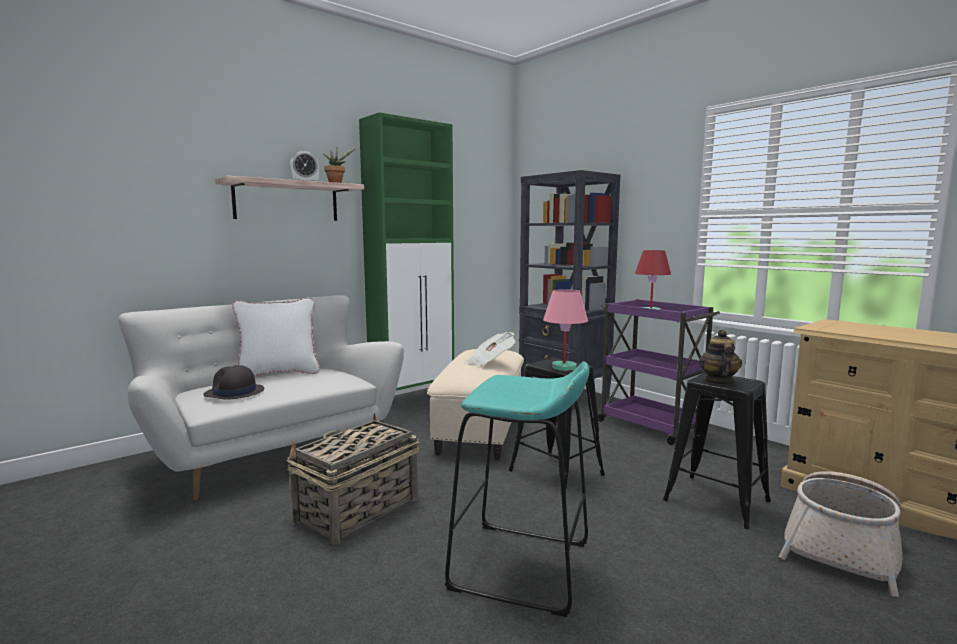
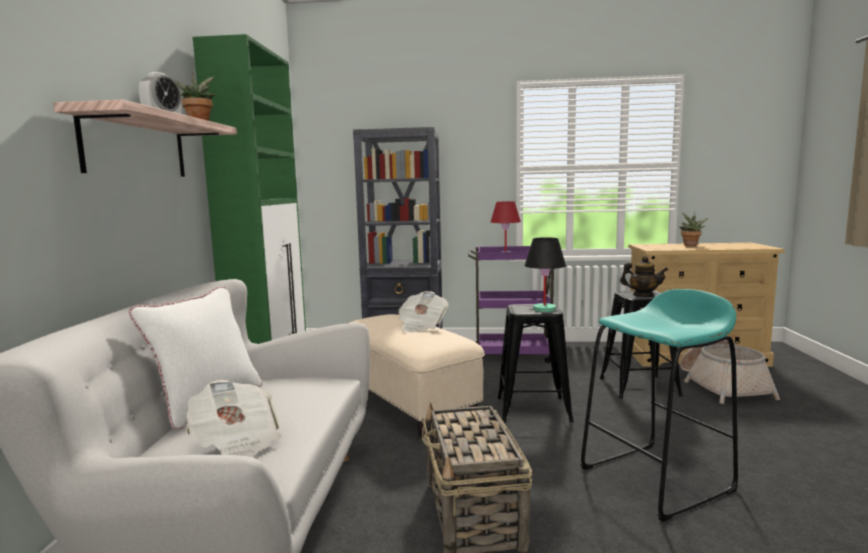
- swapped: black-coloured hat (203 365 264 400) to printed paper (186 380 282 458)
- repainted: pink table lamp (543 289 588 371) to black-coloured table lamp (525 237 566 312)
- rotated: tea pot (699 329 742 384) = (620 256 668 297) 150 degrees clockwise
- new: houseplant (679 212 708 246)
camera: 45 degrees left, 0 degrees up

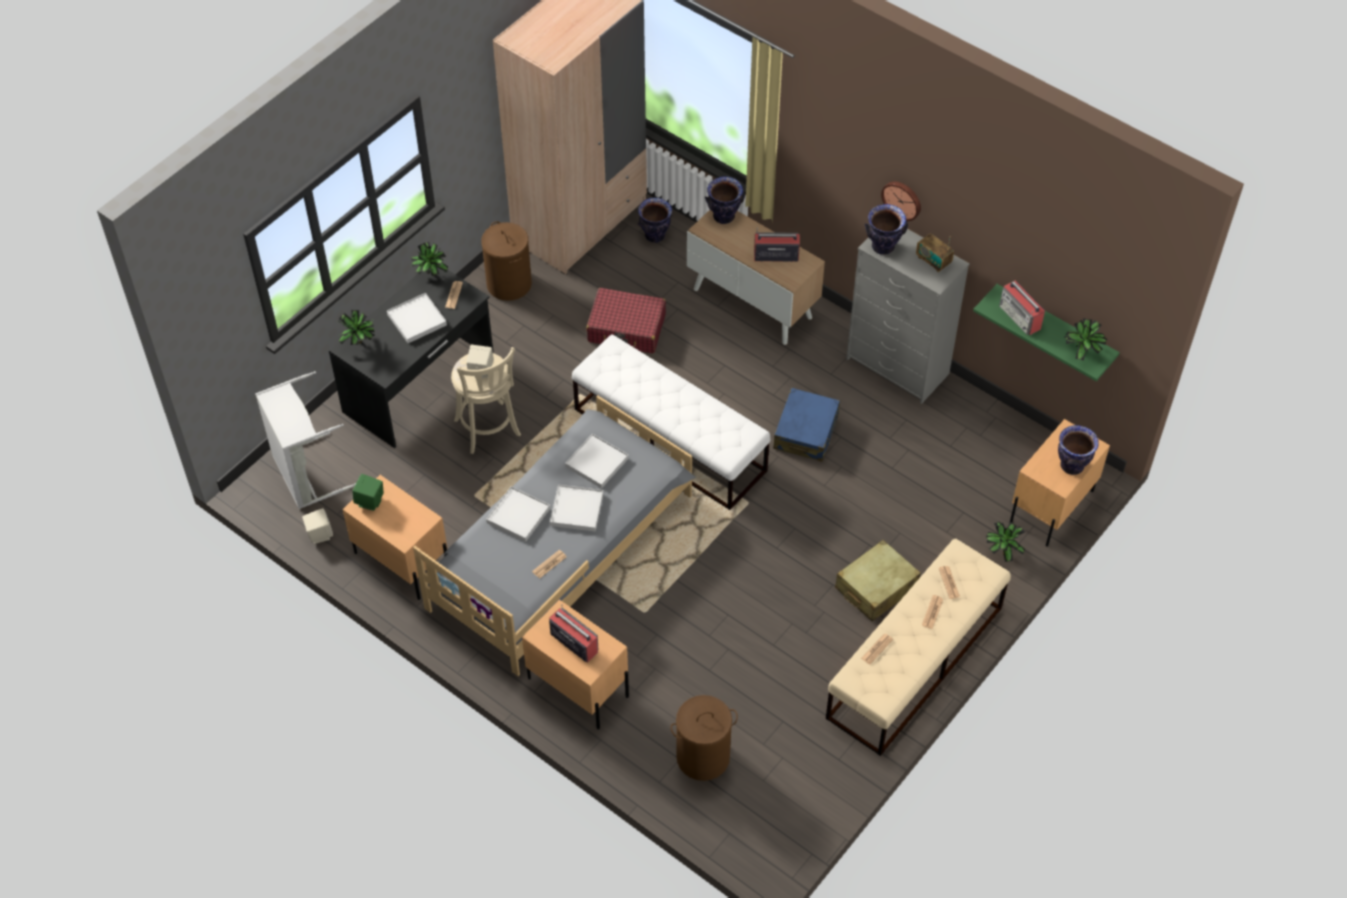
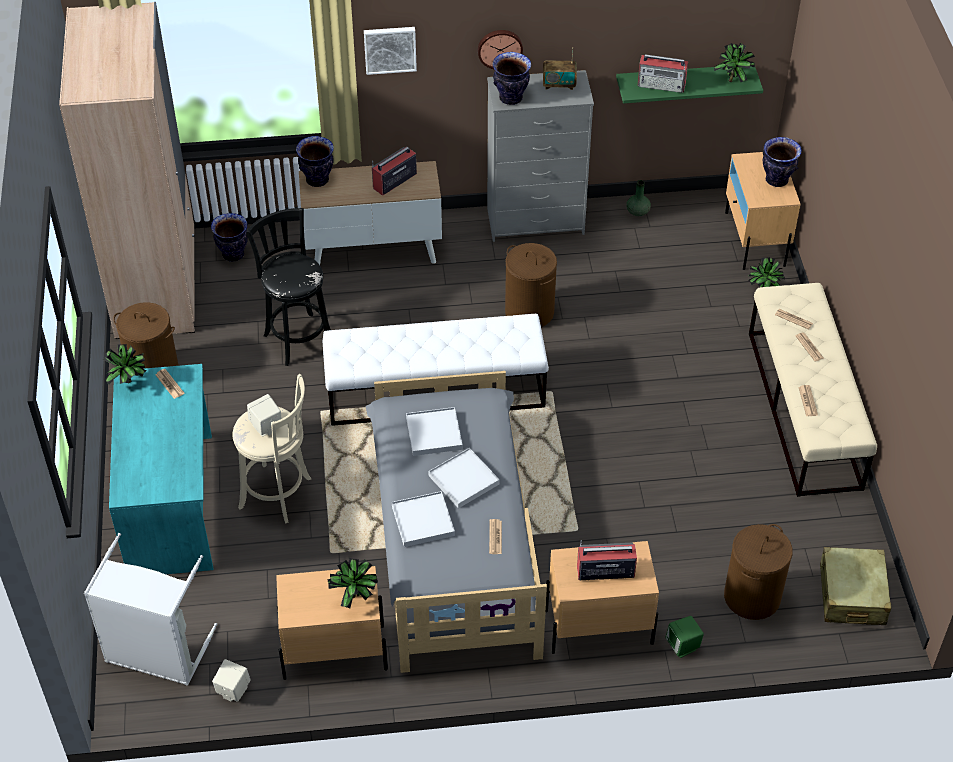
- repainted: black-coloured desk table (329 268 494 448) to turquoise desk table (109 364 213 574)
- shifted: houseplant (338 310 375 345) to (327 558 378 608)
- shifted: greenish speaker (352 474 384 511) to (666 616 704 658)
- gone: white serving tray (387 293 447 343)
- swapped: red-coloured suitcase (586 288 666 353) to black-coloured stool seat (246 208 331 366)
- swapped: bluish suitcase (773 388 840 462) to brown laundry basket (505 243 557 327)
- shifted: sand-coloured suitcase (835 540 921 622) to (820 547 891 625)
- new: picture (364 27 417 75)
- new: greenish decorative vase (626 180 651 216)
camera: 45 degrees left, 5 degrees down

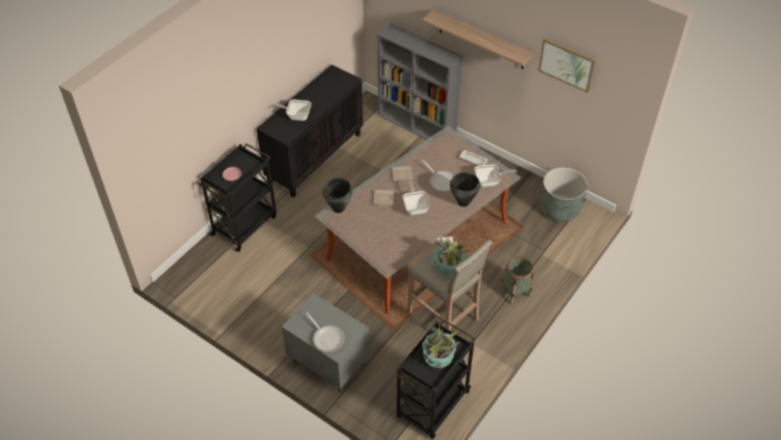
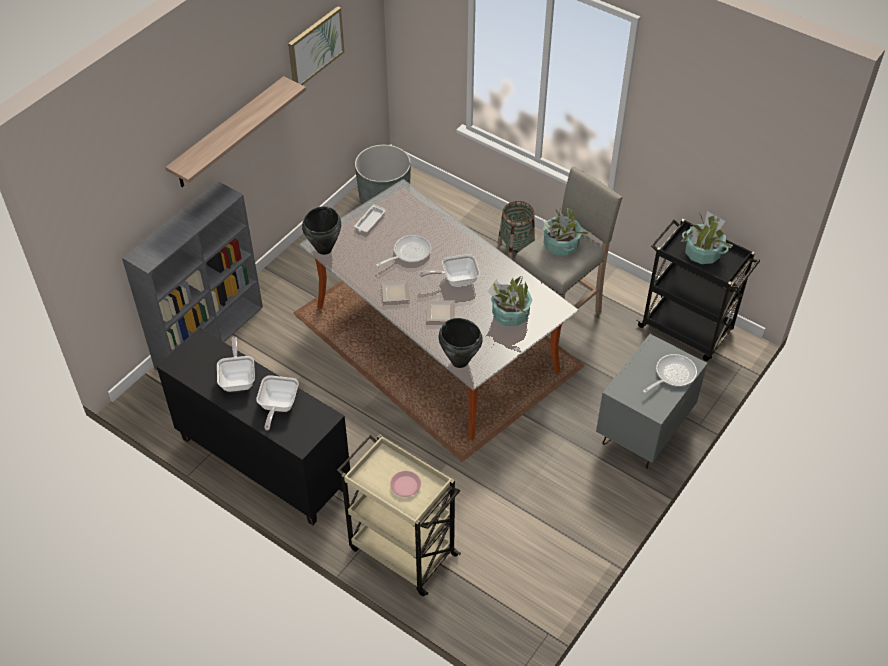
- repainted: black-coloured wheeled cart (198 143 277 252) to sand-coloured wheeled cart (337 434 461 596)
- shifted: black-coloured cooking pot (450 172 480 207) to (302 206 341 255)
- shifted: pan (474 164 517 187) to (217 337 255 392)
- new: houseplant (488 276 532 326)
camera: 90 degrees left, 0 degrees up

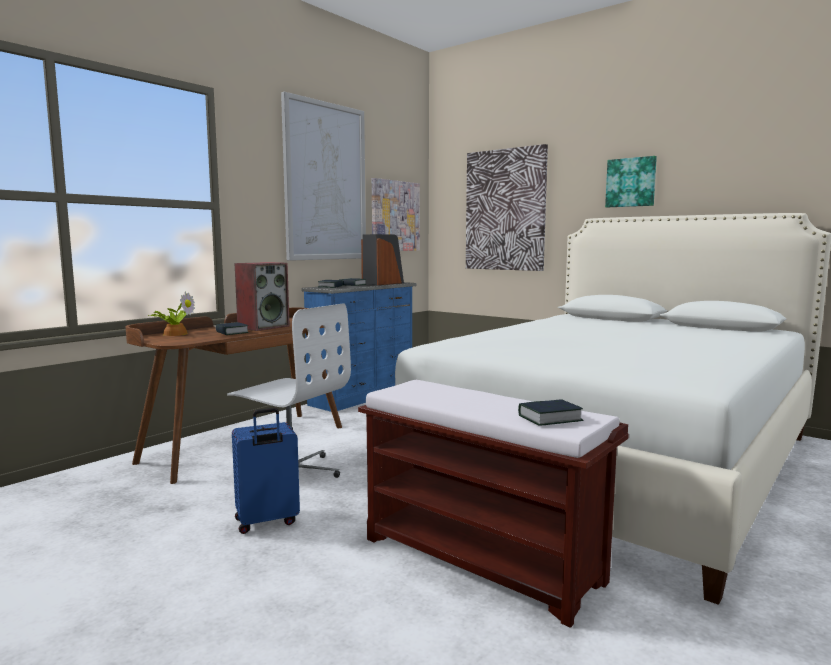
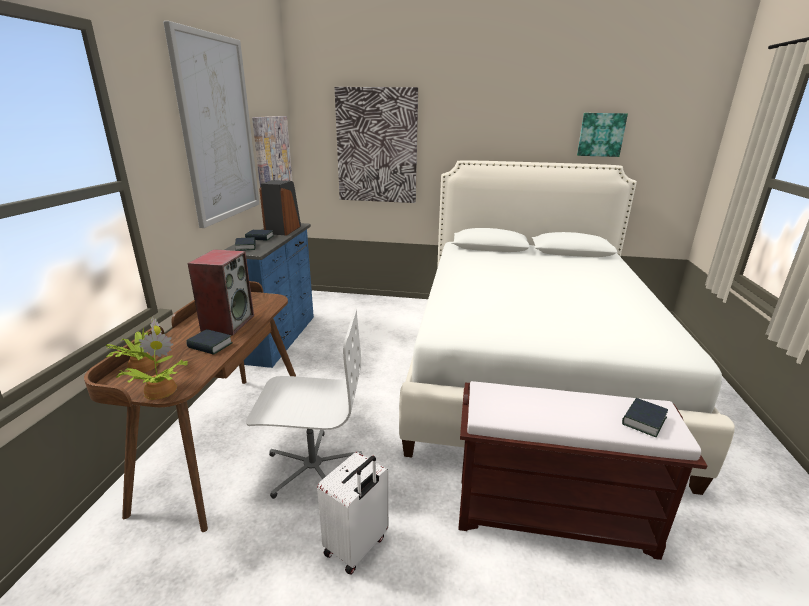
- repainted: bluish suitcase (232 408 300 534) to white suitcase (317 452 389 575)
- shifted: picture (605 156 657 207) to (577 113 628 157)
- new: houseplant (116 332 188 400)
camera: 30 degrees left, 15 degrees up

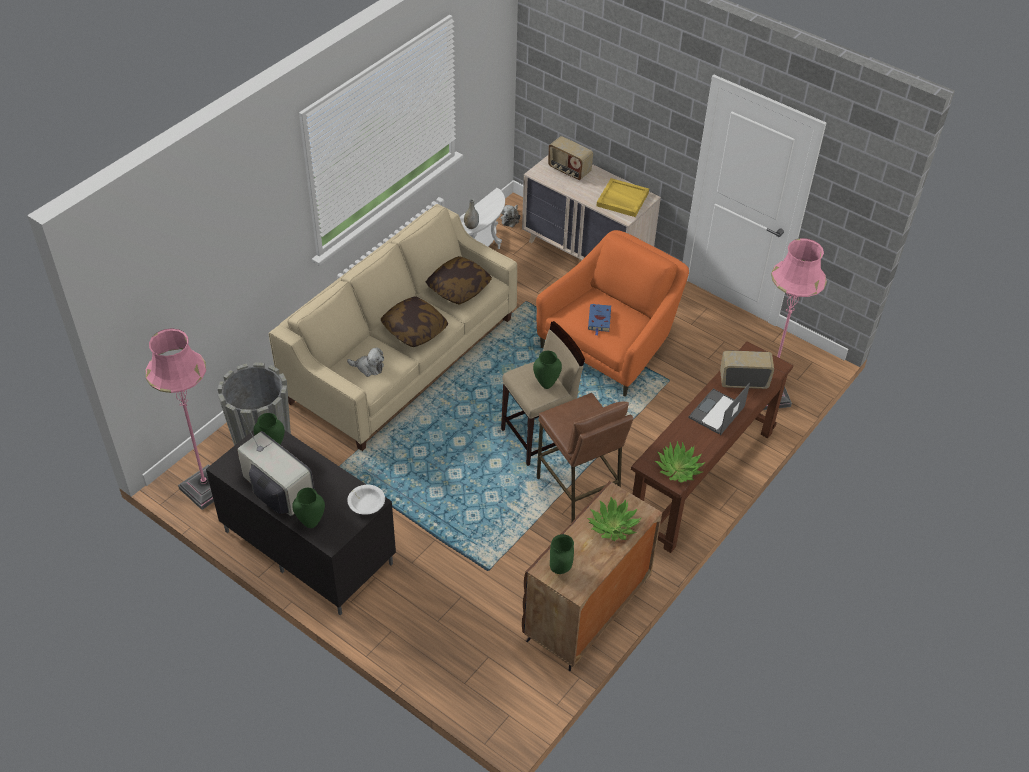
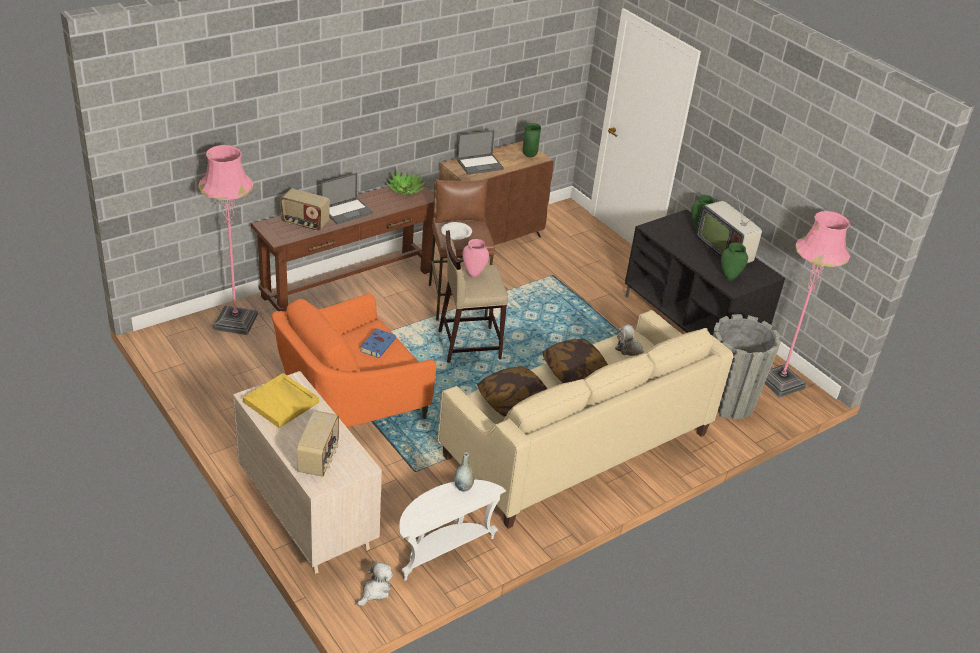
- shifted: white bowl (347 485 385 515) to (441 222 472 240)
- repainted: greenish decorative vase (533 351 562 389) to pink decorative vase (463 239 489 278)
- rotated: radio receiver (548 136 593 180) = (297 410 339 477) 45 degrees clockwise
- swapped: houseplant (587 497 641 541) to notebook computer (457 130 504 175)
camera: 165 degrees left, 10 degrees down

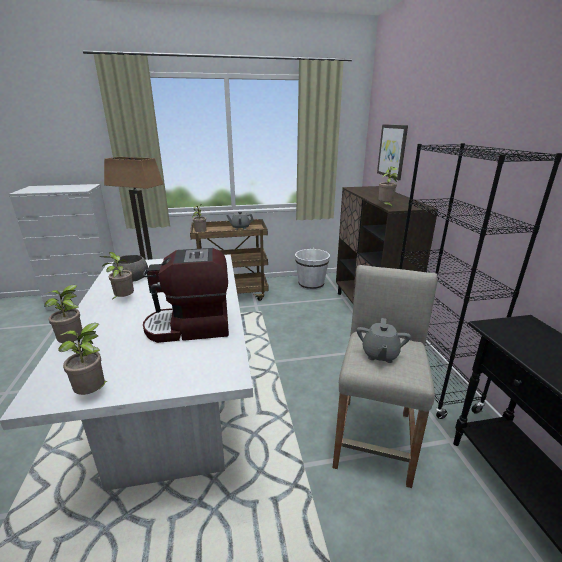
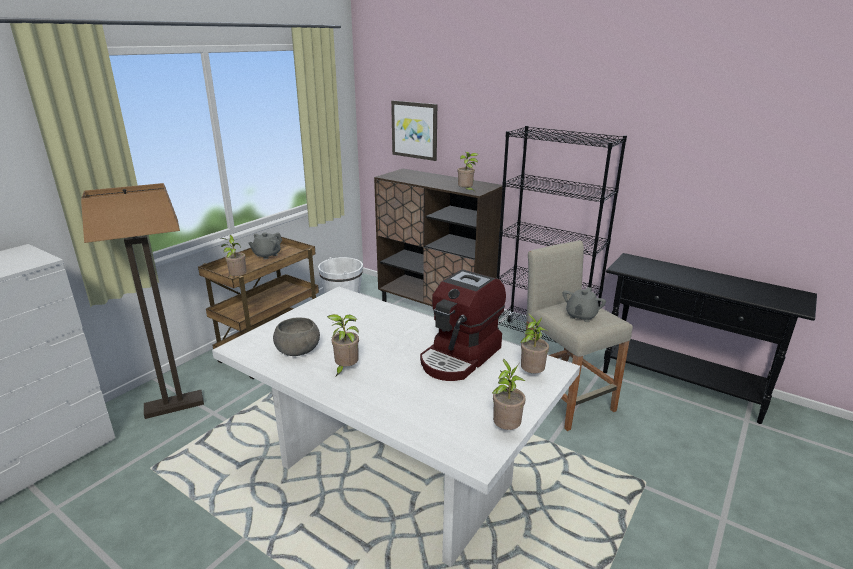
- shifted: houseplant (44 285 83 343) to (520 313 549 373)
- rotated: gray tea pot (357 318 411 363) = (563 287 606 322) 60 degrees clockwise
camera: 45 degrees left, 0 degrees up

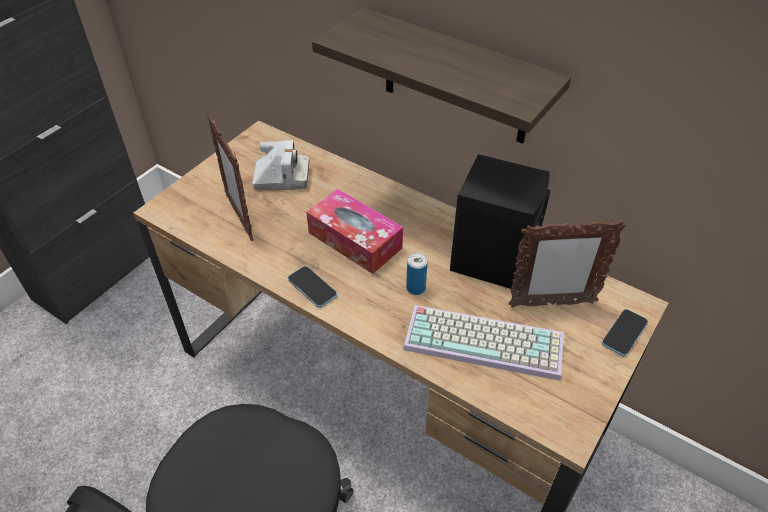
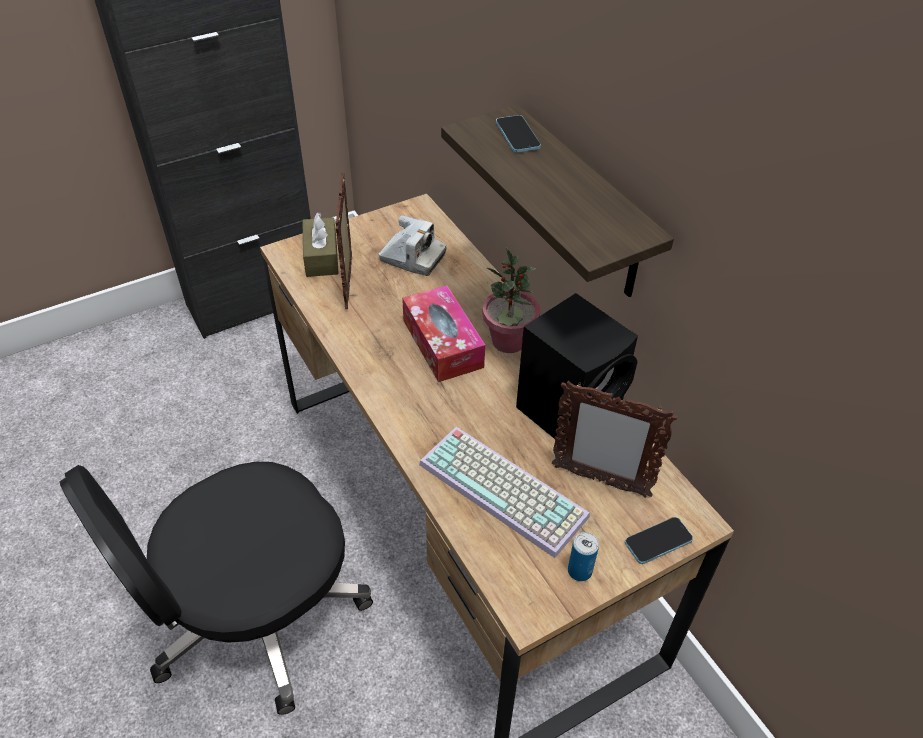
- shifted: handset (288 266 337 308) to (496 115 541 153)
- shifted: sealed can (406 253 428 295) to (568 532 599 581)
- new: brown tissue holder (302 212 339 277)
- new: houseplant (482 248 540 353)
camera: 25 degrees right, 0 degrees up

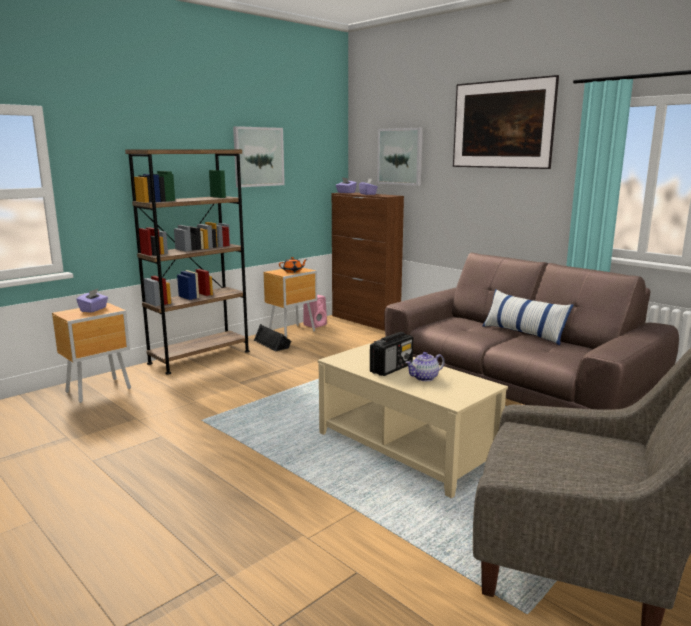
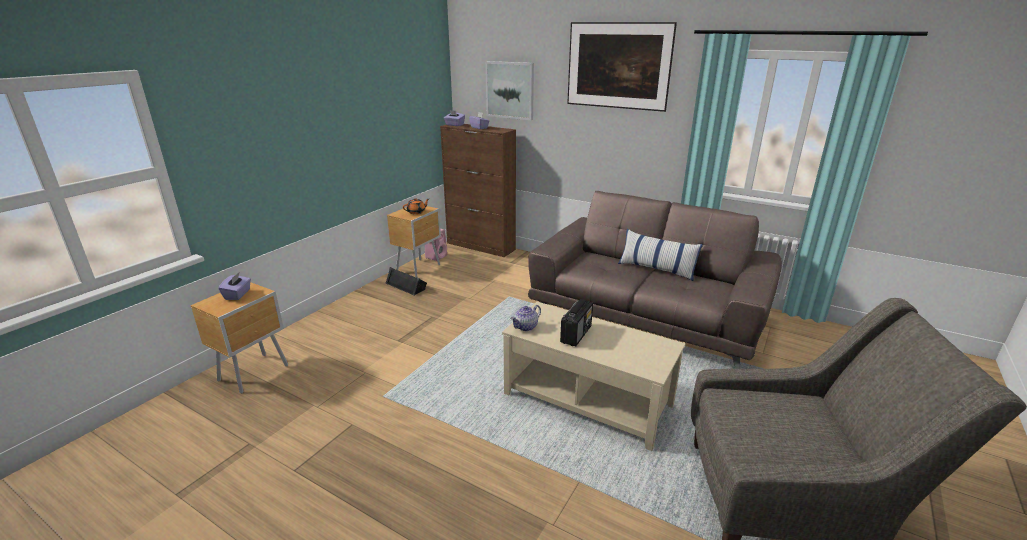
- gone: brown bookshelf (125 150 250 375)
- gone: picture (233 126 285 187)
- shifted: tea pot (405 352 445 381) to (510 305 541 331)
camera: 15 degrees left, 10 degrees up

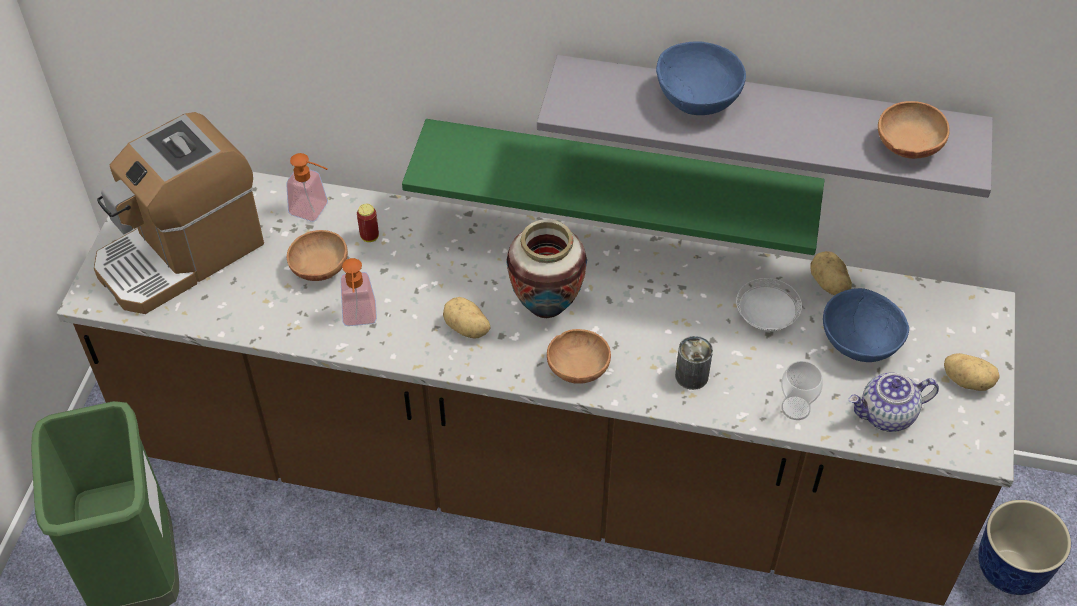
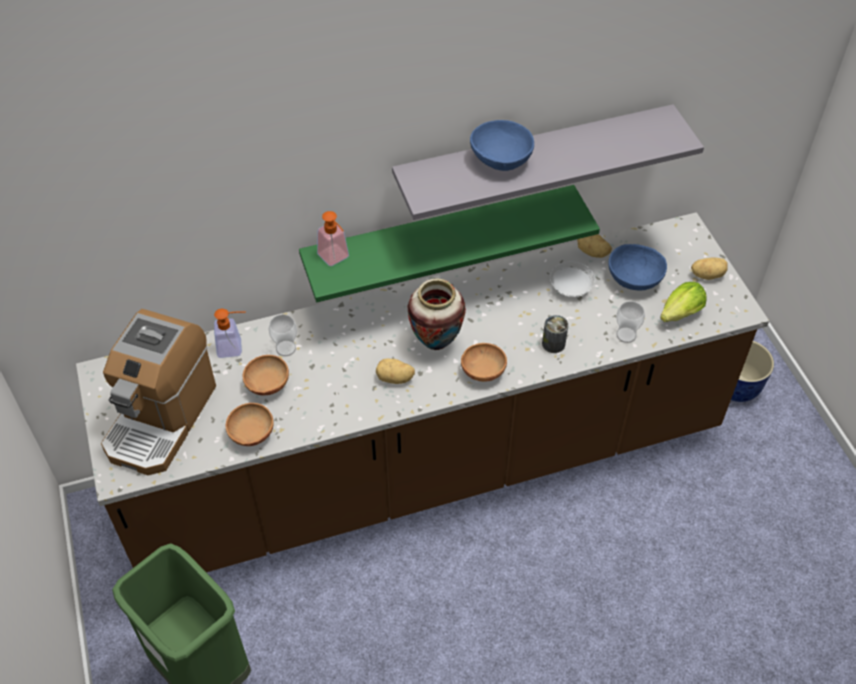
- shifted: soap bottle (340 258 377 326) to (317 211 349 266)
- swapped: sealed can (357 204 379 242) to cup (269 314 297 356)
- swapped: tea pot (848 372 939 432) to head of lettuce (660 282 707 322)
- shifted: brown bowl (878 101 950 159) to (226 403 274 446)
camera: 30 degrees left, 0 degrees up

